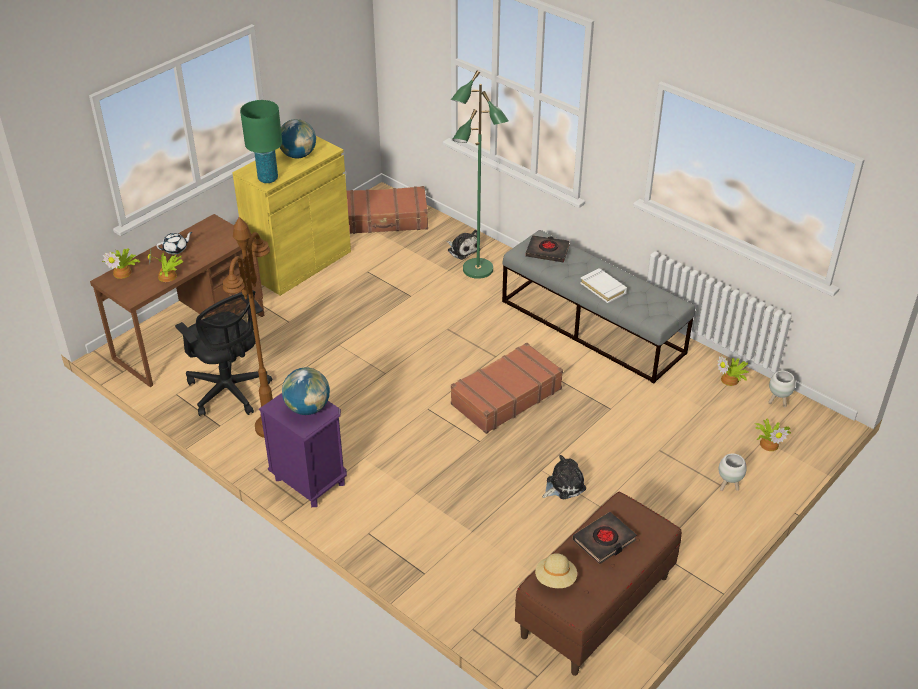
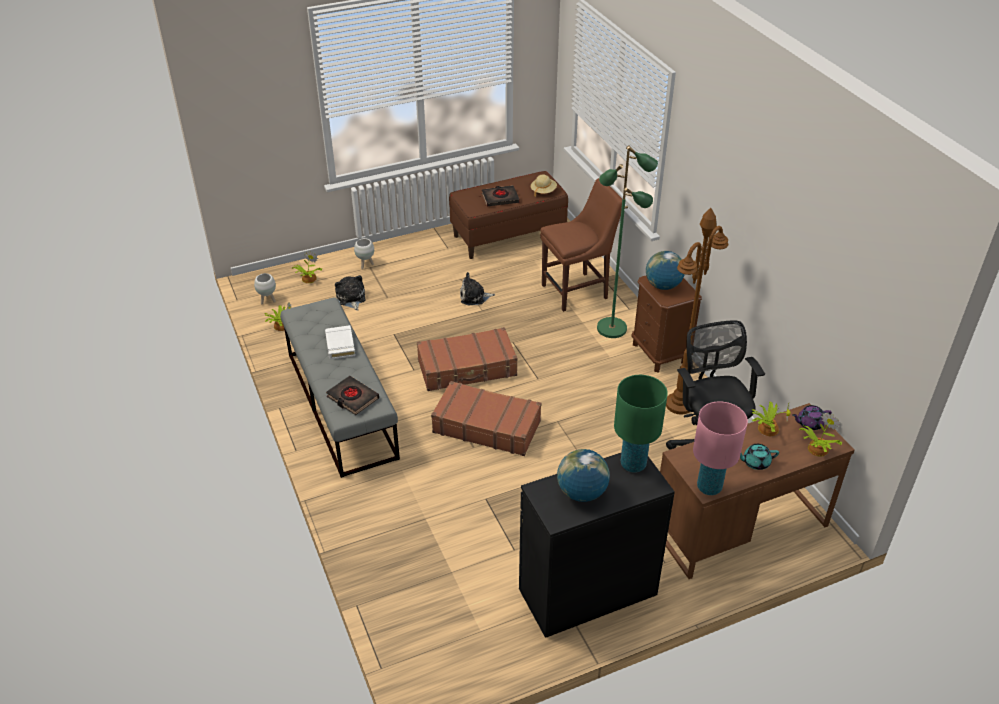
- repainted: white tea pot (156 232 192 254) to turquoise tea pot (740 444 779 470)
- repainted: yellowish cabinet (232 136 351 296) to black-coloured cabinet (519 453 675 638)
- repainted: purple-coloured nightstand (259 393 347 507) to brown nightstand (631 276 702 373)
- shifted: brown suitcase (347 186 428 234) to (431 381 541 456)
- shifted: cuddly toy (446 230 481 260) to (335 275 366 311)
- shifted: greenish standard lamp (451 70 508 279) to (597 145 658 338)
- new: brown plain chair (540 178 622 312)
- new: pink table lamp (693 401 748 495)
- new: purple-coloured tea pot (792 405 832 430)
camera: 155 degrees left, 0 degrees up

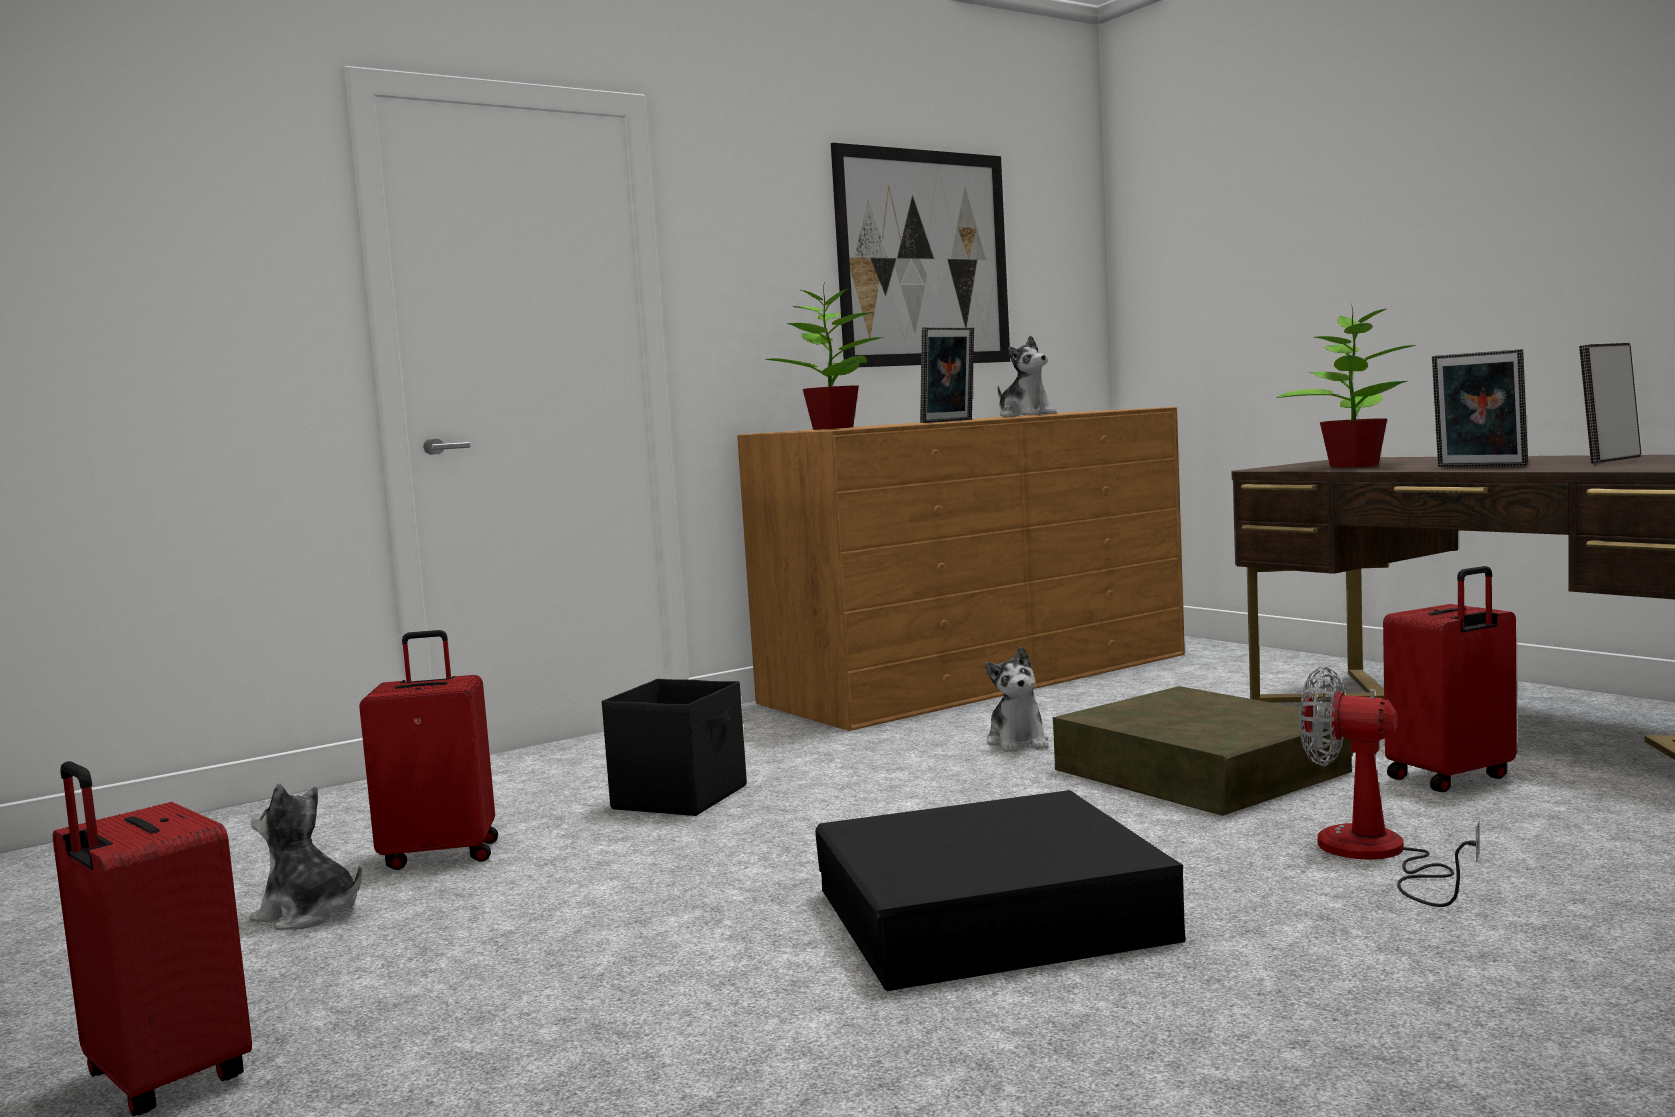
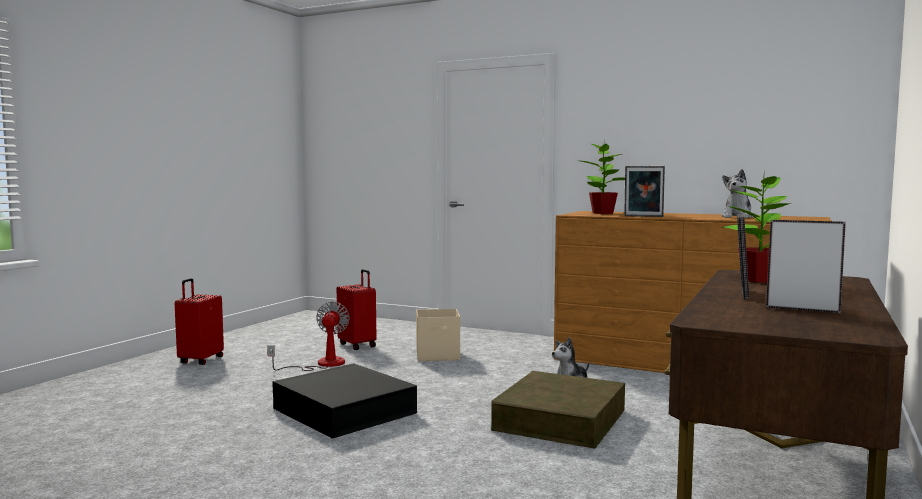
- gone: cuddly toy (249 783 362 930)
- repainted: black-coloured storage bin (602 679 747 816) to sand-coloured storage bin (416 309 460 361)
- gone: picture (831 143 1010 367)
- shifted: fan (1300 666 1480 907) to (267 301 350 371)
- gone: red-coloured suitcase (1383 566 1516 792)
camera: 60 degrees right, 0 degrees up

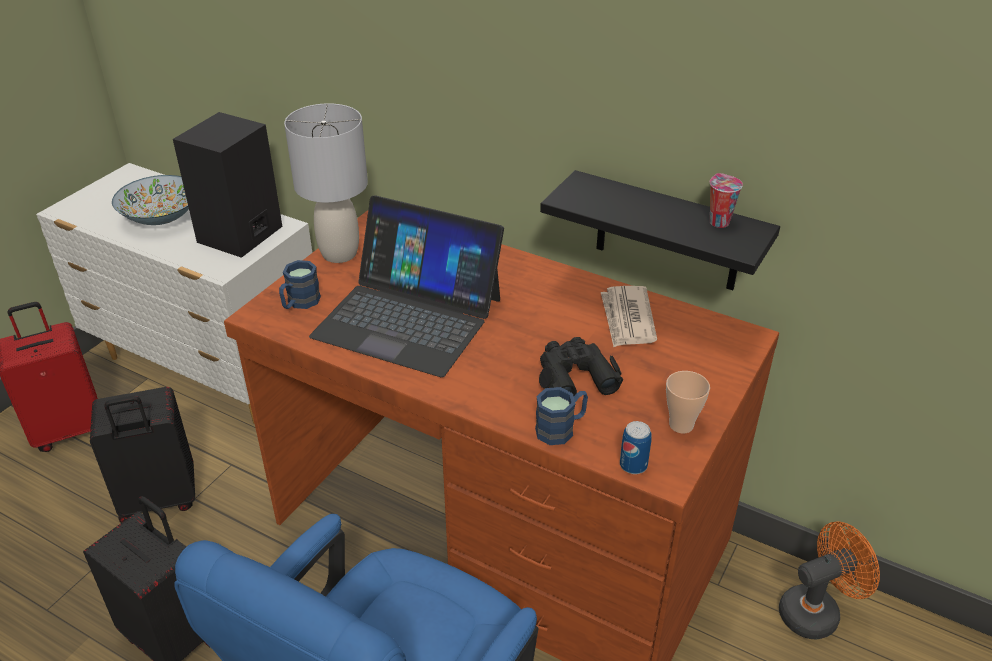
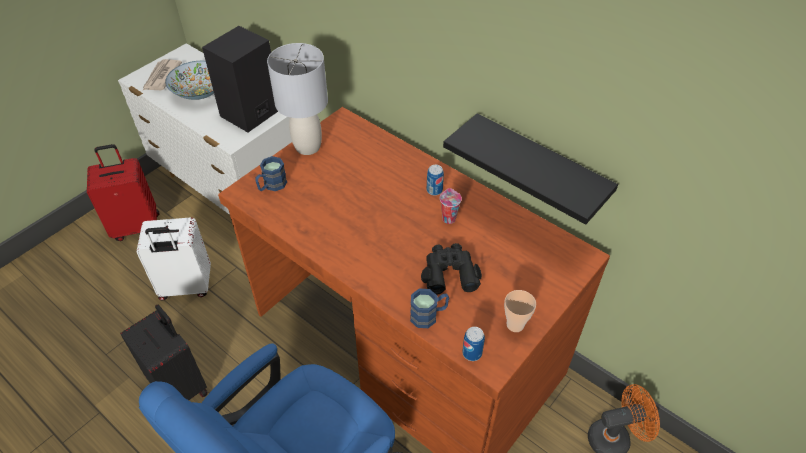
- repainted: black-coloured suitcase (90 387 195 523) to white suitcase (136 217 211 300)
- gone: notebook computer (309 196 504 377)
- shifted: printed paper (601 286 657 347) to (143 59 182 90)
- shifted: cup (710 173 743 228) to (440 188 462 224)
- new: sealed can (427 165 444 195)
camera: 10 degrees right, 10 degrees up

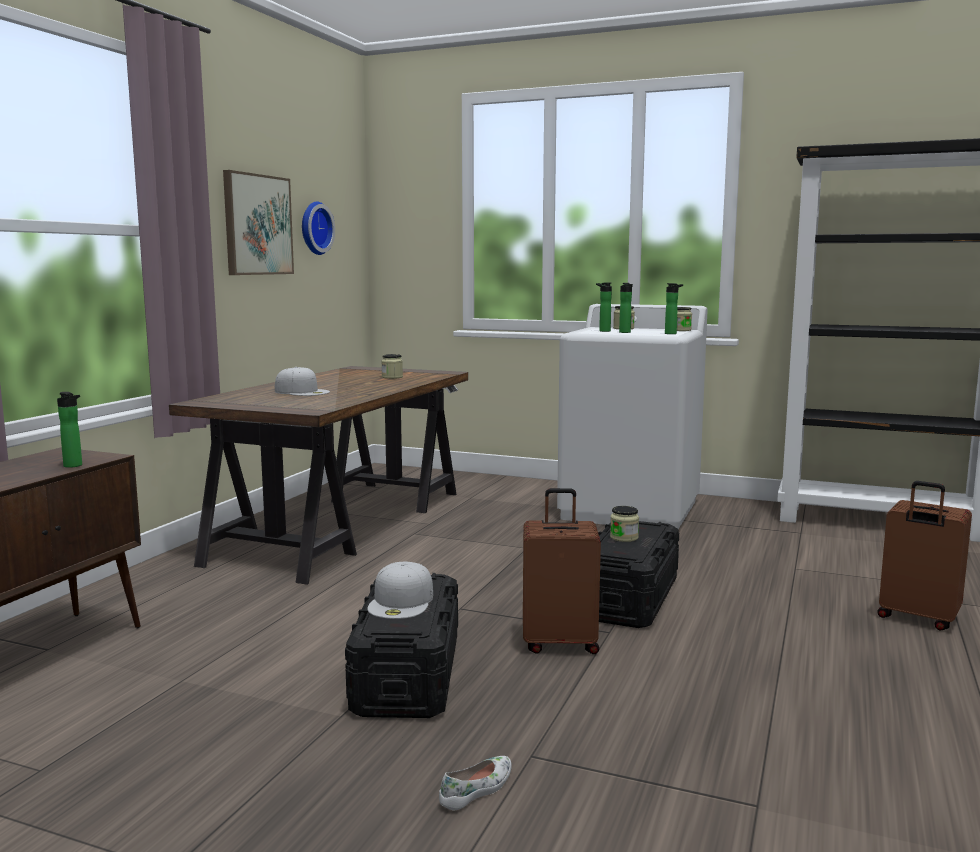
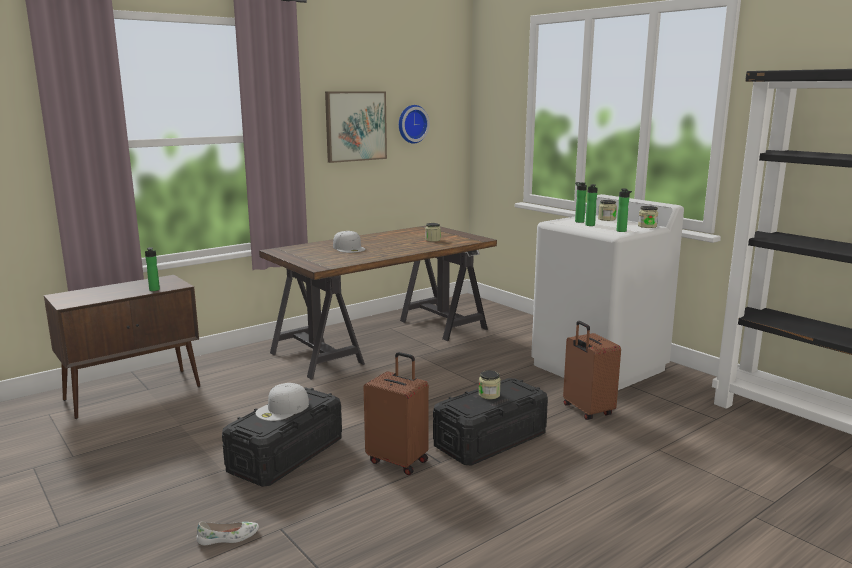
- shifted: brown suitcase (877 481 972 631) to (563 321 621 420)
camera: 30 degrees right, 5 degrees up

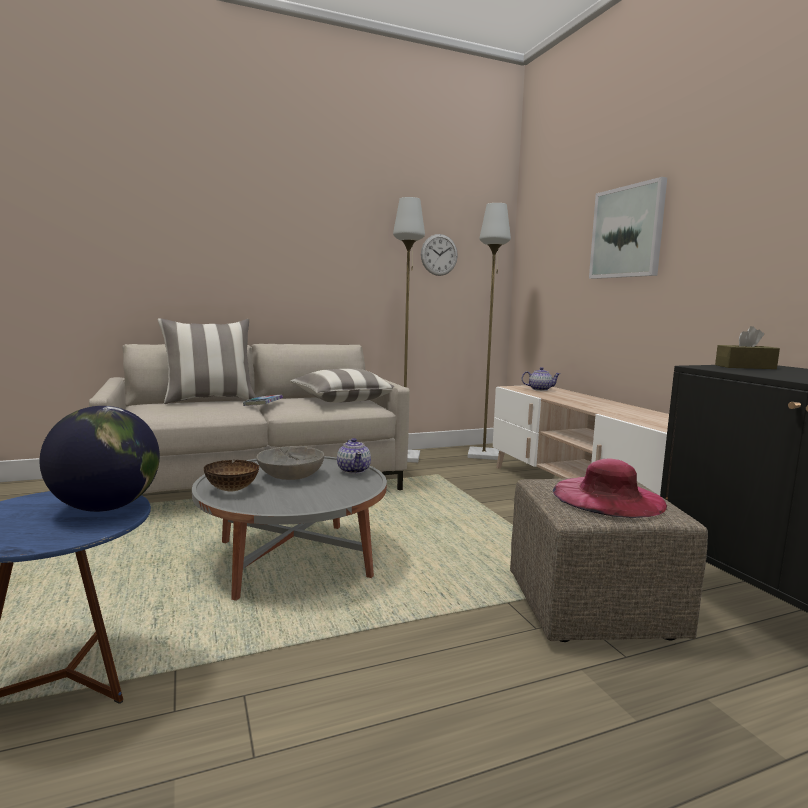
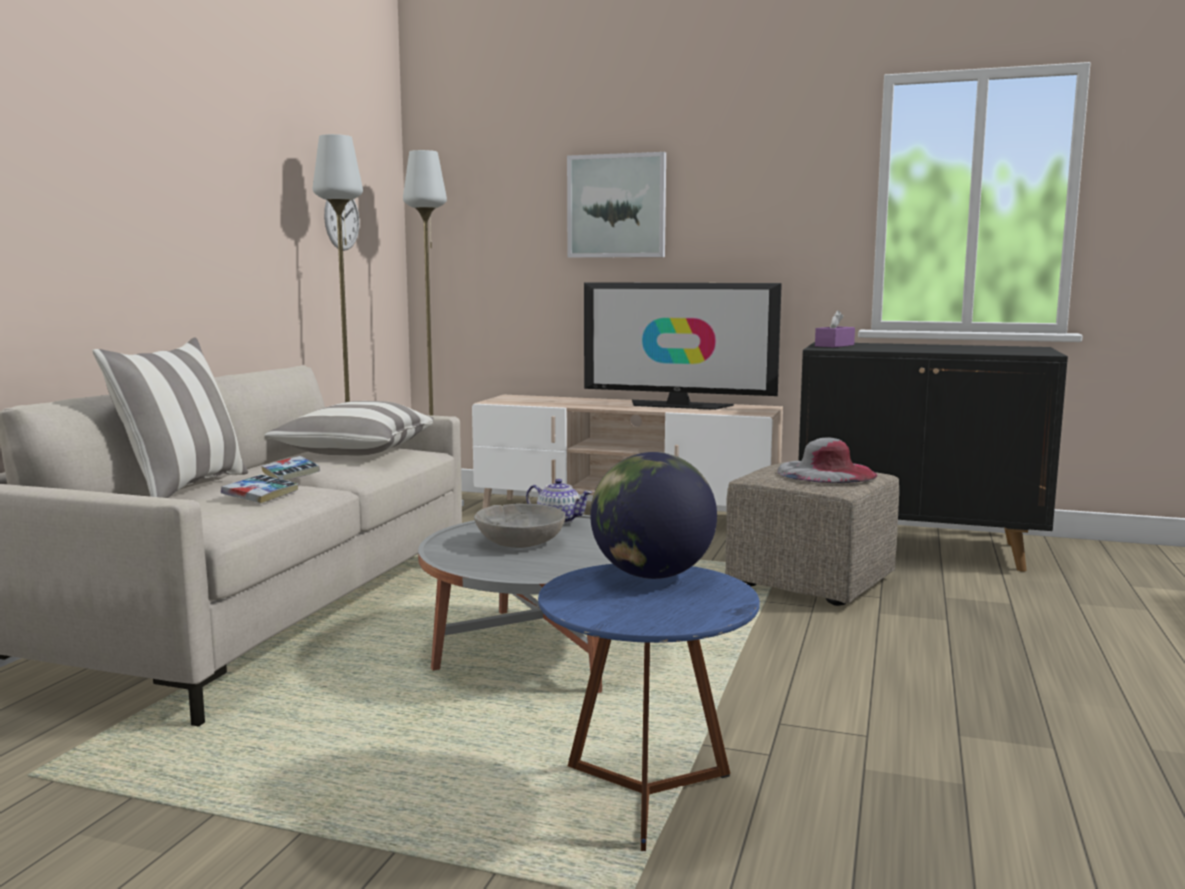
- gone: bowl (204 460 259 491)
- gone: tea pot (522 367 561 391)
- repainted: pink hat (553 459 667 518) to gray hat (777 438 877 483)
- repainted: brown tissue holder (715 326 780 369) to purple-coloured tissue holder (815 310 855 348)
- new: book (221 475 299 504)
- new: TV (584 282 782 410)
camera: 50 degrees left, 0 degrees up

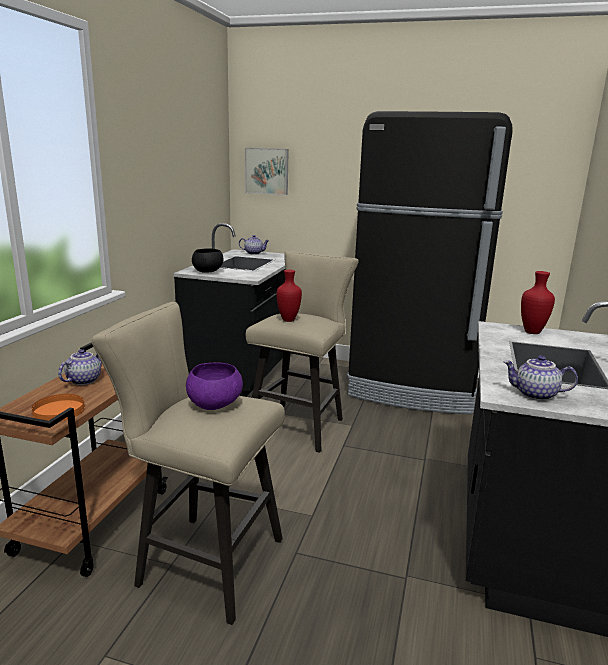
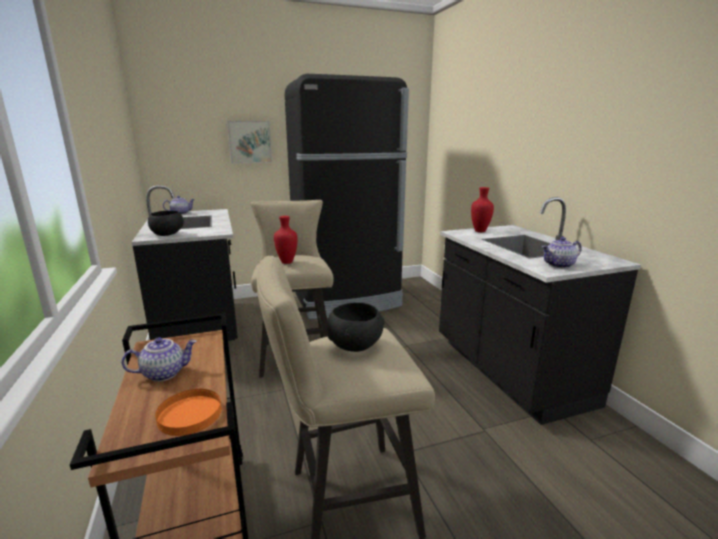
- rotated: tea pot (58 349 102 385) = (122 337 197 382) 75 degrees clockwise
- repainted: purple-coloured bowl (186 363 243 410) to black-coloured bowl (327 303 384 352)
- shifted: picture (245 148 289 195) to (227 121 272 164)
camera: 35 degrees left, 0 degrees up

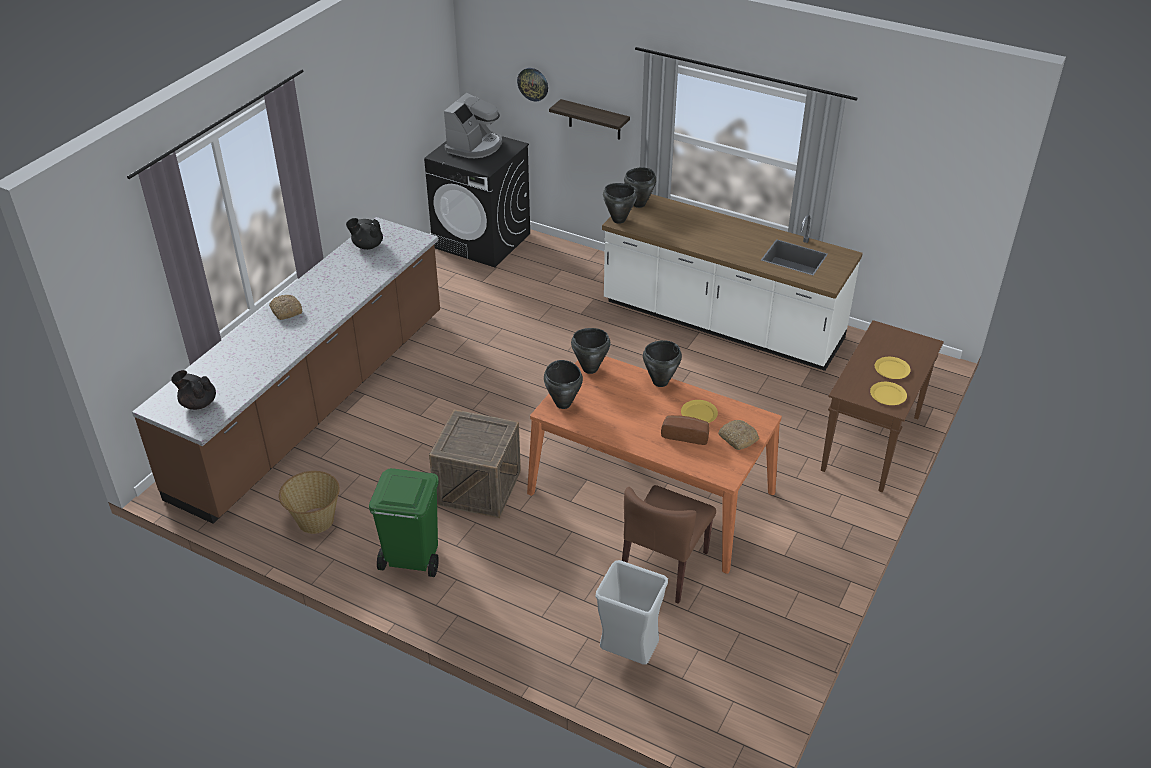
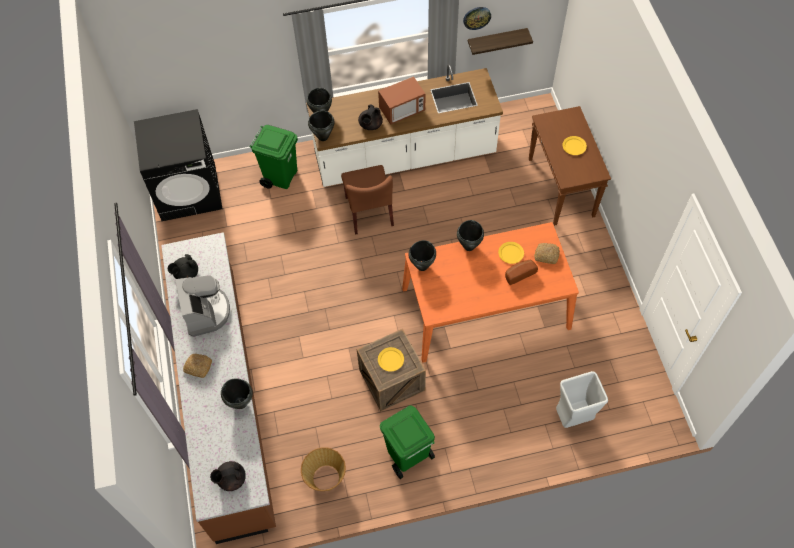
- shifted: coffee maker (444 93 502 158) to (175 275 230 337)
- shifted: wall clock (517 68 548 101) to (463 7 491 30)
- shifted: black-coloured cooking pot (544 360 583 409) to (221 378 253 409)
- shifted: shelf (549 99 630 140) to (468 28 533 55)
- shifted: brown plain chair (622 485 716 604) to (341 165 394 235)
- shifted: yellowish flat dish (870 382 907 405) to (378 347 404 372)
- new: greenish rubbish bin (249 125 298 189)
- new: black-coloured tea pot (358 105 383 130)
- new: microwave oven (378 76 425 125)
camera: 40 degrees left, 20 degrees up

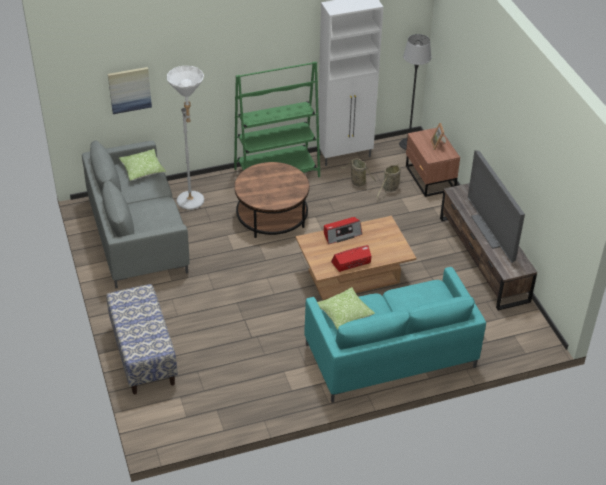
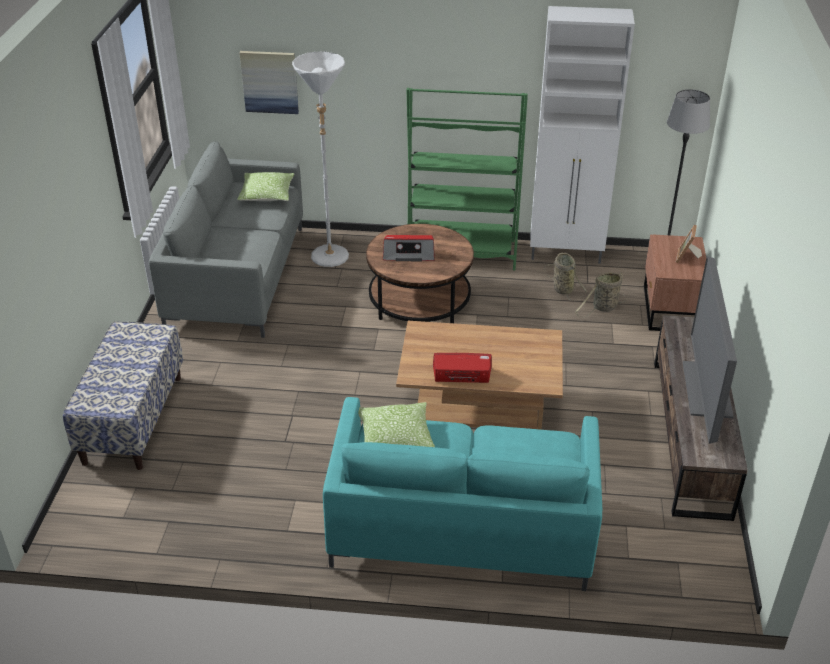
- shifted: radio receiver (324 217 362 244) to (383 235 435 261)
camera: 25 degrees right, 5 degrees down

